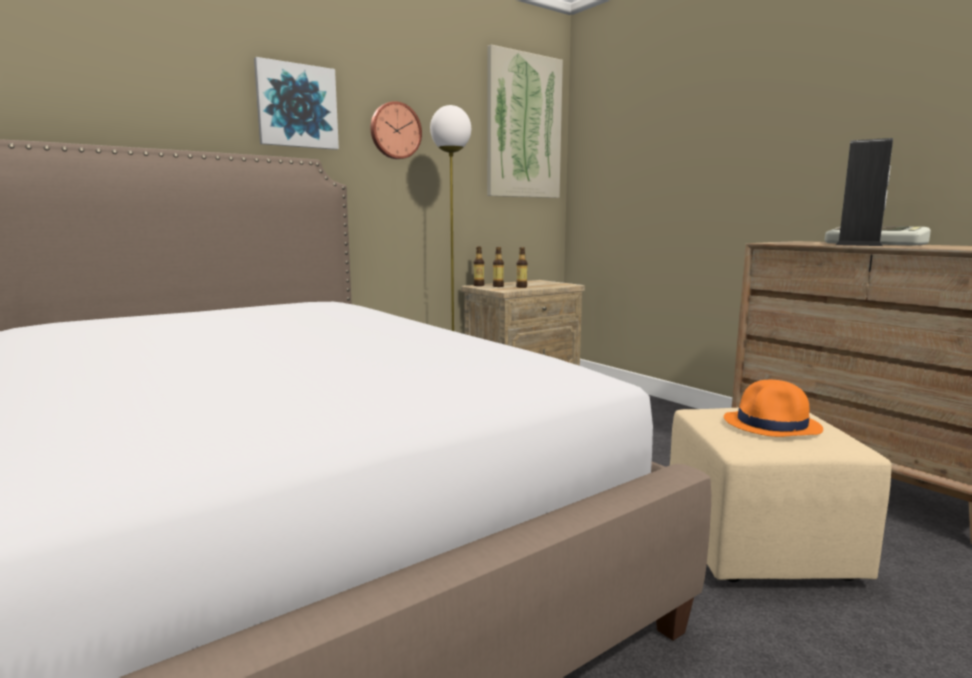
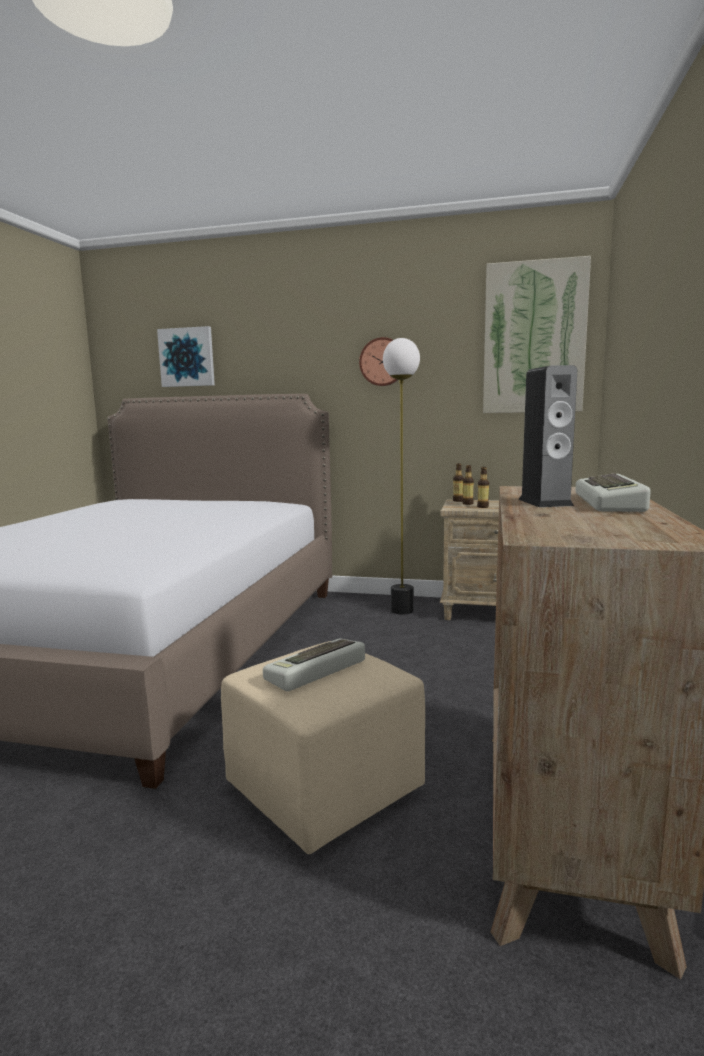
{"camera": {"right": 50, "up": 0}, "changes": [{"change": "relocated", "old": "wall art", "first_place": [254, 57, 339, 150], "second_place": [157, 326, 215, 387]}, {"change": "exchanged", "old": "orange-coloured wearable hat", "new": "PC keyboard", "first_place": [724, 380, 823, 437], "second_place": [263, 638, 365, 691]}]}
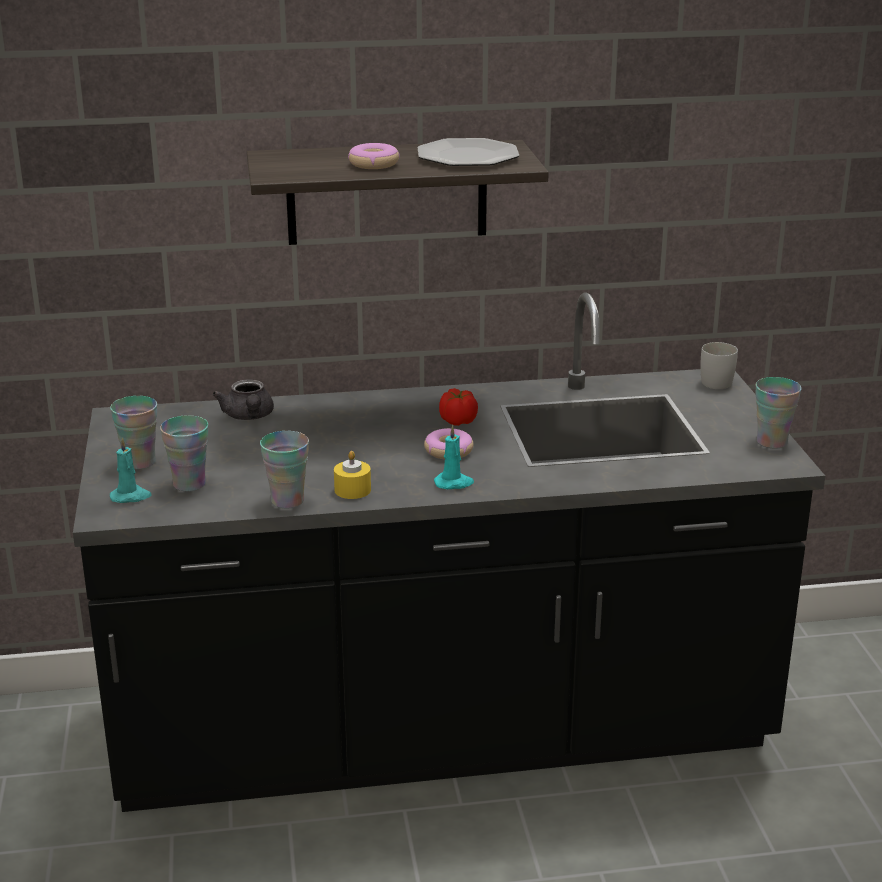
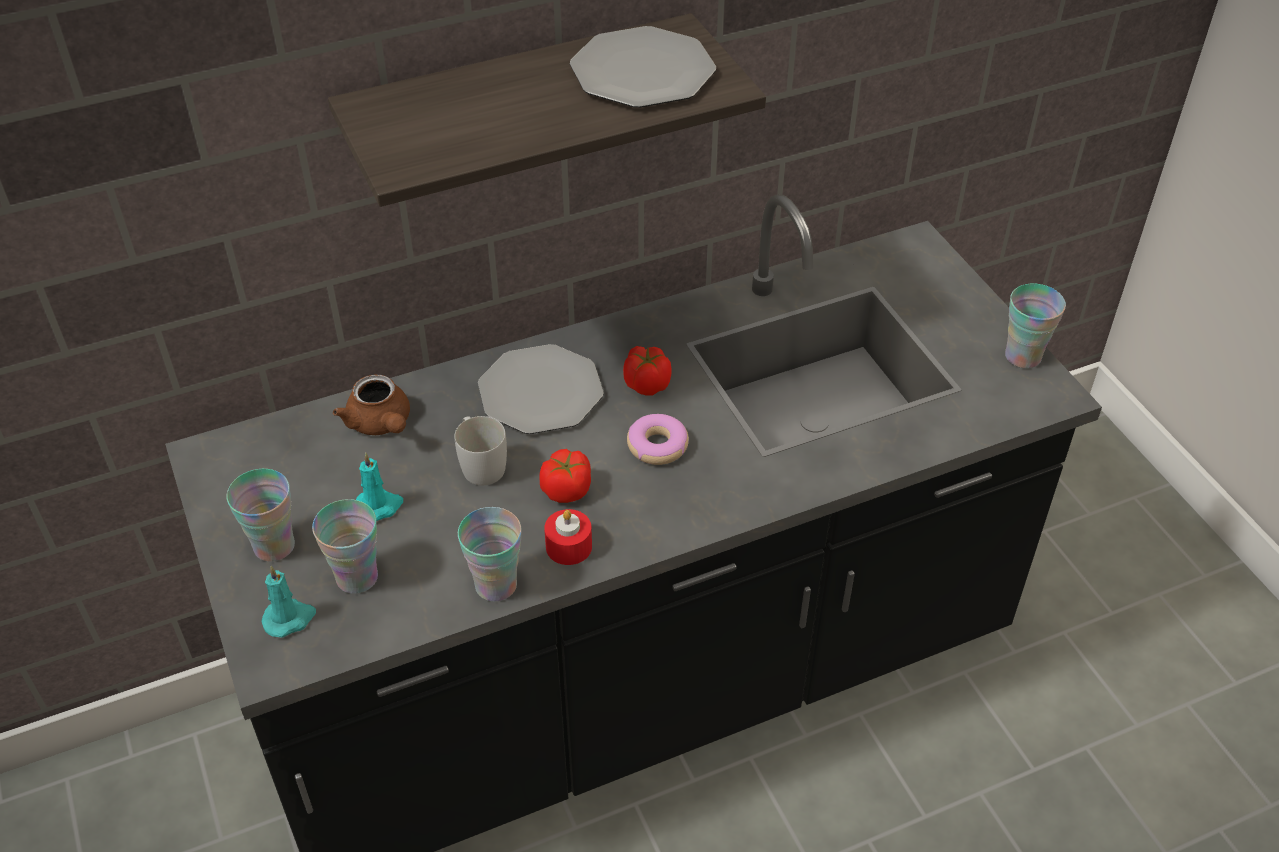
{"camera": {"right": -15, "up": 20}, "changes": [{"change": "missing", "old": "ring doughnut", "first_place": [348, 143, 400, 169]}, {"change": "appeared", "new": "dinner plate", "second_place": [478, 344, 604, 434]}, {"change": "appeared", "new": "fresh tomato", "second_place": [540, 449, 591, 503]}, {"change": "relocated", "old": "blue-green wax candle", "first_place": [434, 425, 474, 489], "second_place": [356, 453, 403, 521]}, {"change": "relocated", "old": "whitish mug", "first_place": [701, 342, 738, 389], "second_place": [455, 416, 507, 485]}, {"change": "colour", "old": "greyish teapot", "new": "brown-coloured teapot", "first_place": [212, 379, 274, 420], "second_place": [333, 374, 410, 435]}, {"change": "colour", "old": "yellow wax candle", "new": "red-coloured wax candle", "first_place": [334, 451, 371, 499], "second_place": [544, 509, 592, 565]}]}
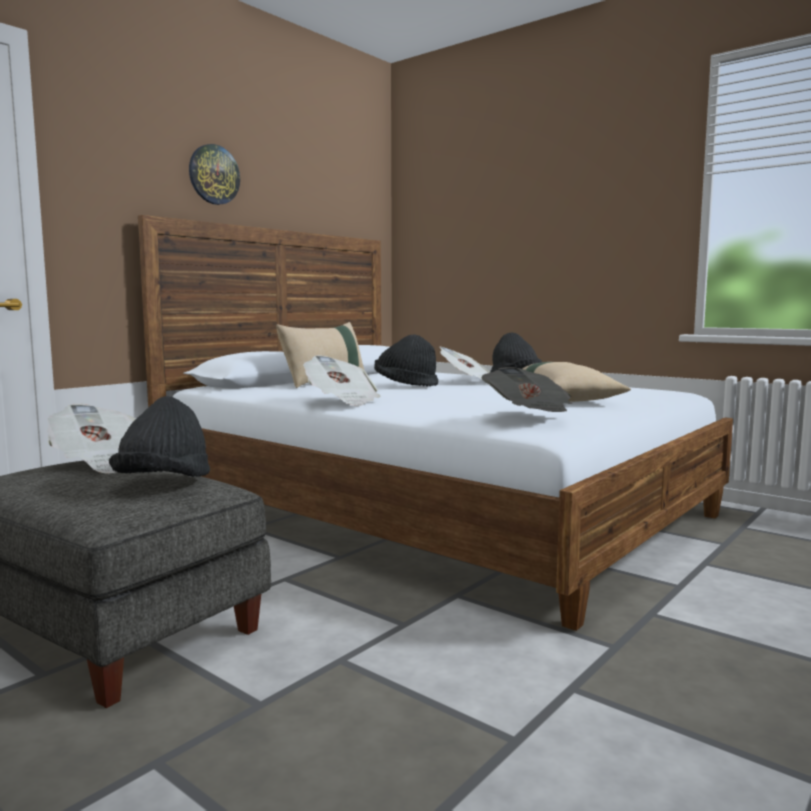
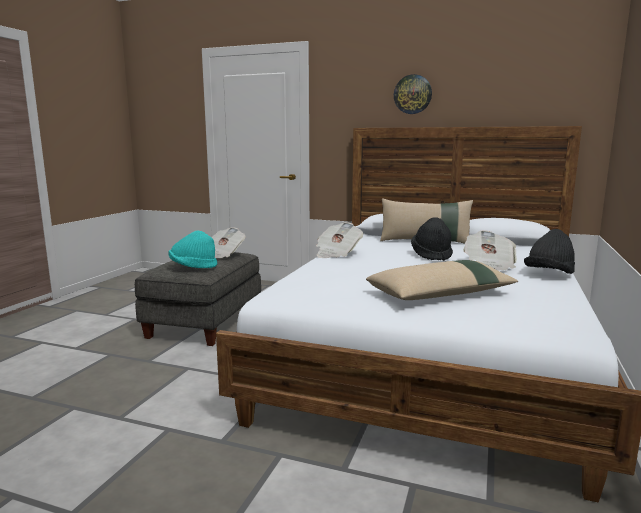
{"camera": {"right": 70, "up": 5}, "changes": [{"change": "missing", "old": "printed paper", "first_place": [481, 367, 572, 412]}, {"change": "colour", "old": "blackish wearable hat", "new": "blue-green wearable hat", "first_place": [109, 396, 210, 477], "second_place": [169, 230, 217, 268]}]}
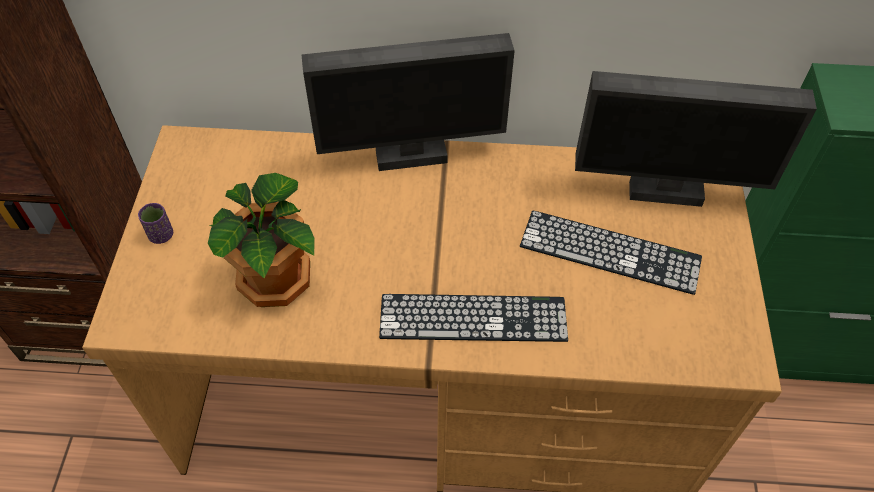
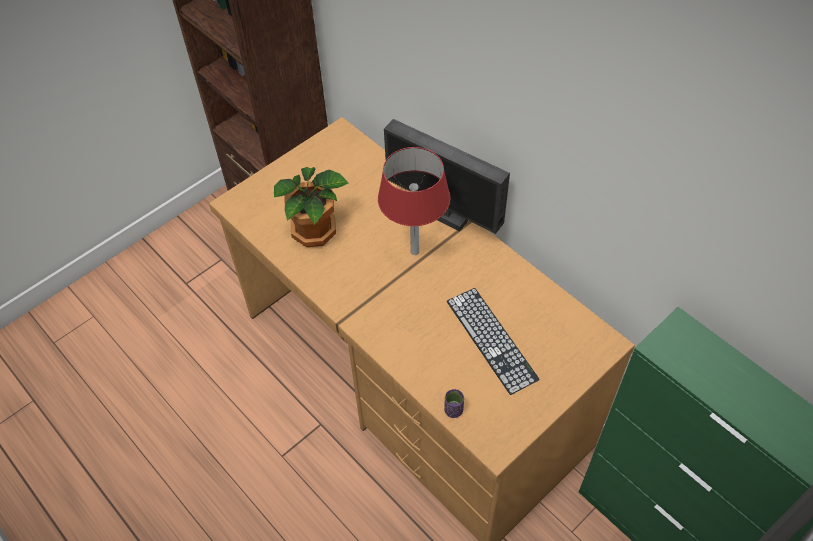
{"camera": {"right": 45, "up": 0}, "changes": [{"change": "missing", "old": "PC keyboard", "first_place": [379, 294, 568, 342]}, {"change": "missing", "old": "monitor", "first_place": [575, 71, 817, 207]}, {"change": "appeared", "new": "red-coloured table lamp", "second_place": [378, 147, 450, 255]}, {"change": "relocated", "old": "purple-coloured drinking cup", "first_place": [138, 203, 173, 244], "second_place": [444, 389, 464, 418]}]}
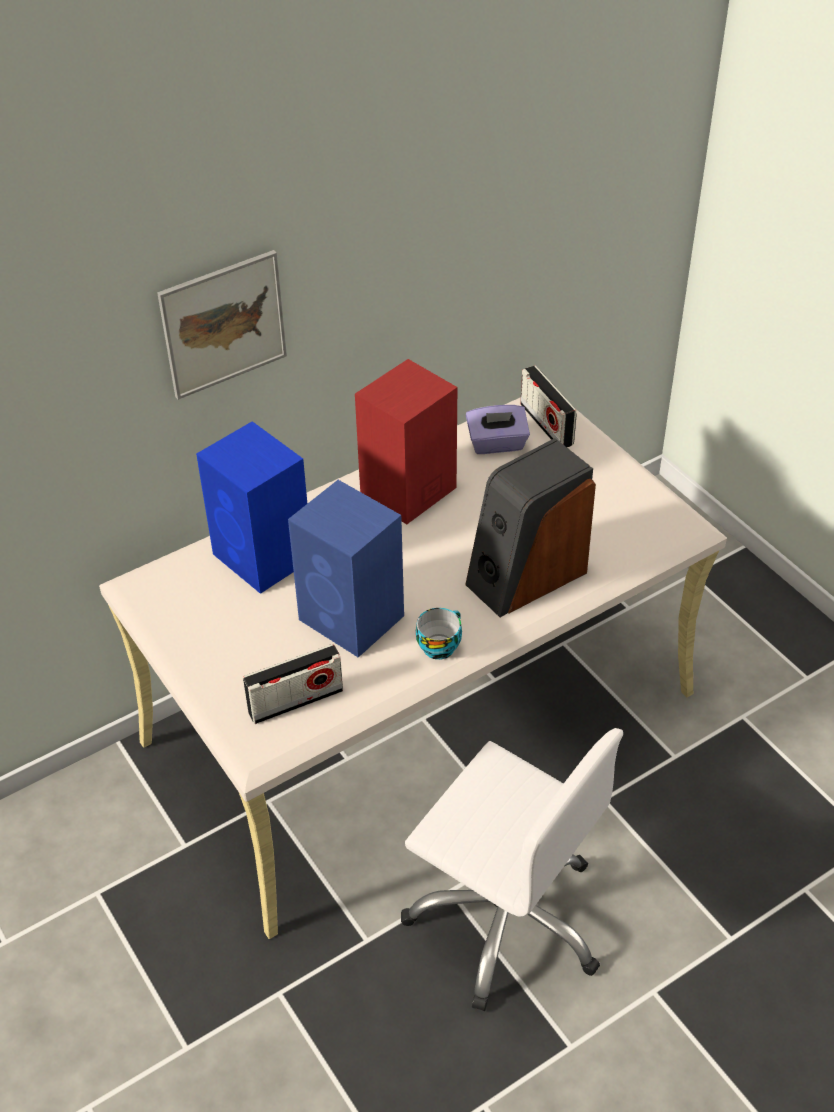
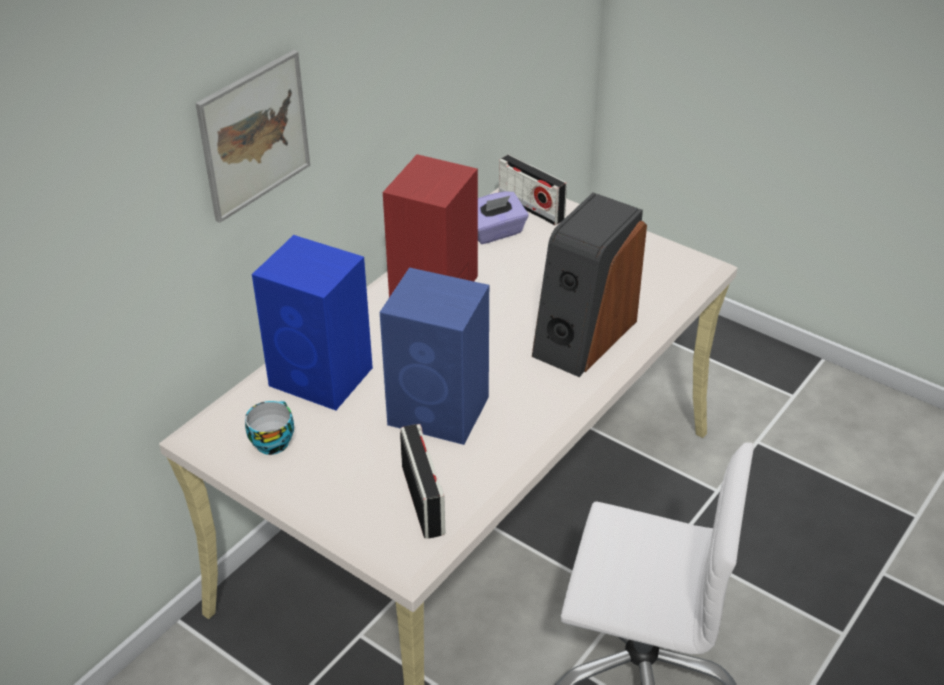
{"camera": {"right": -20, "up": -5}, "changes": [{"change": "relocated", "old": "drinking cup", "first_place": [416, 608, 462, 660], "second_place": [245, 401, 294, 455]}, {"change": "spun", "old": "radio set", "first_place": [243, 644, 343, 724], "second_place": [400, 424, 445, 539], "degrees": -60}]}
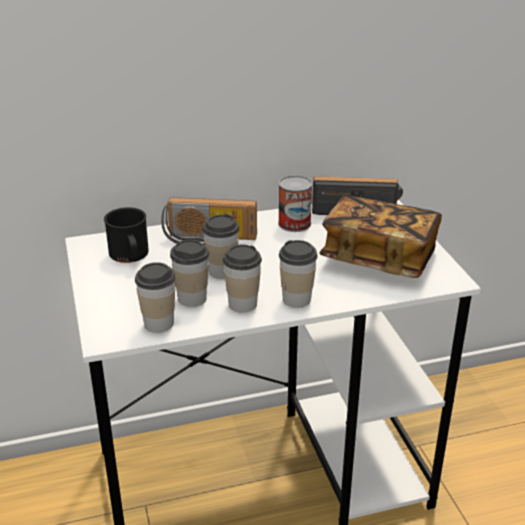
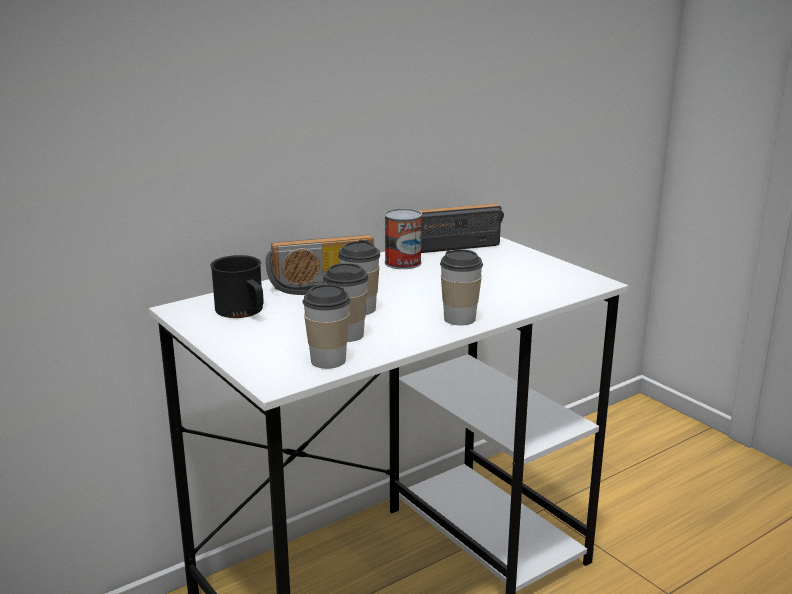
{"camera": {"right": -20, "up": -10}, "changes": [{"change": "missing", "old": "drinking cup", "first_place": [222, 244, 262, 313]}, {"change": "missing", "old": "volume", "first_place": [319, 195, 442, 278]}]}
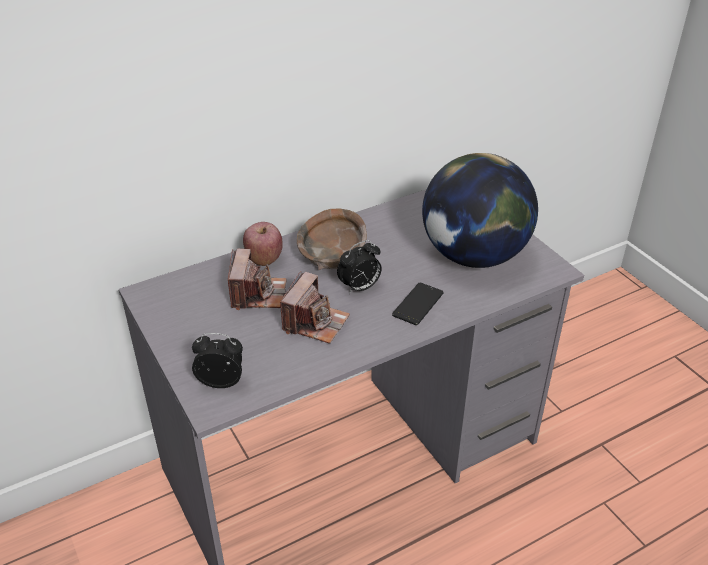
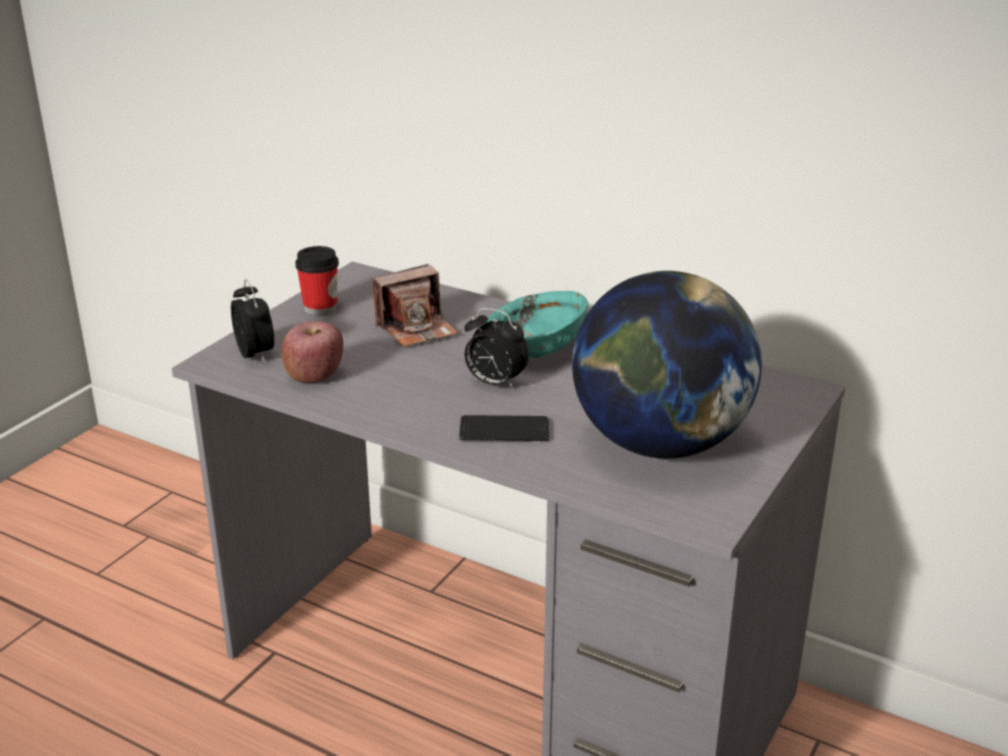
{"camera": {"right": 60, "up": -10}, "changes": [{"change": "missing", "old": "still camera", "first_place": [280, 271, 350, 344]}, {"change": "appeared", "new": "drinking cup", "second_place": [295, 246, 339, 315]}, {"change": "relocated", "old": "apple", "first_place": [243, 222, 283, 266], "second_place": [281, 322, 343, 383]}, {"change": "colour", "old": "brown-coloured serving bowl", "new": "blue-green serving bowl", "first_place": [297, 209, 367, 270], "second_place": [487, 291, 588, 358]}]}
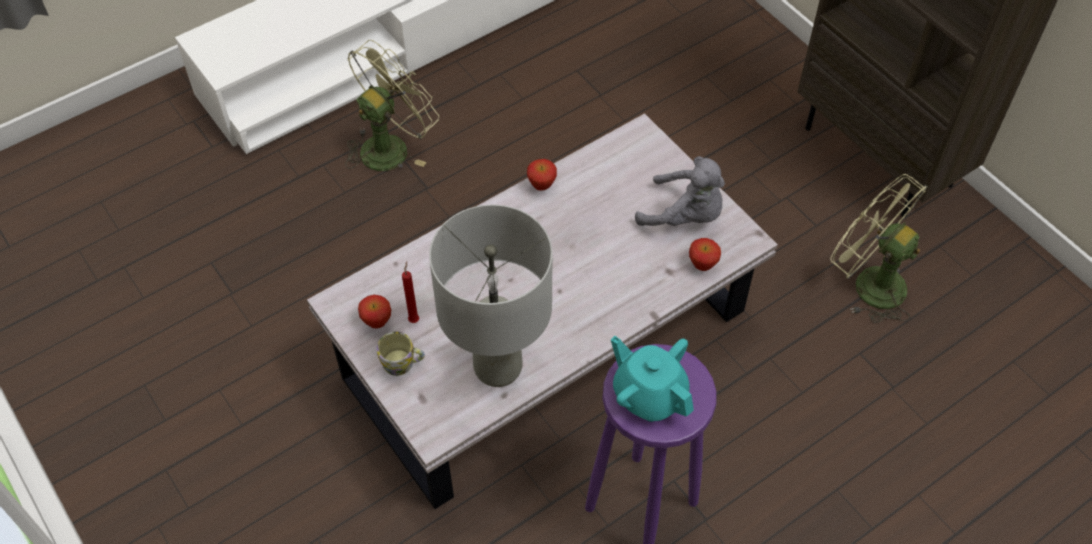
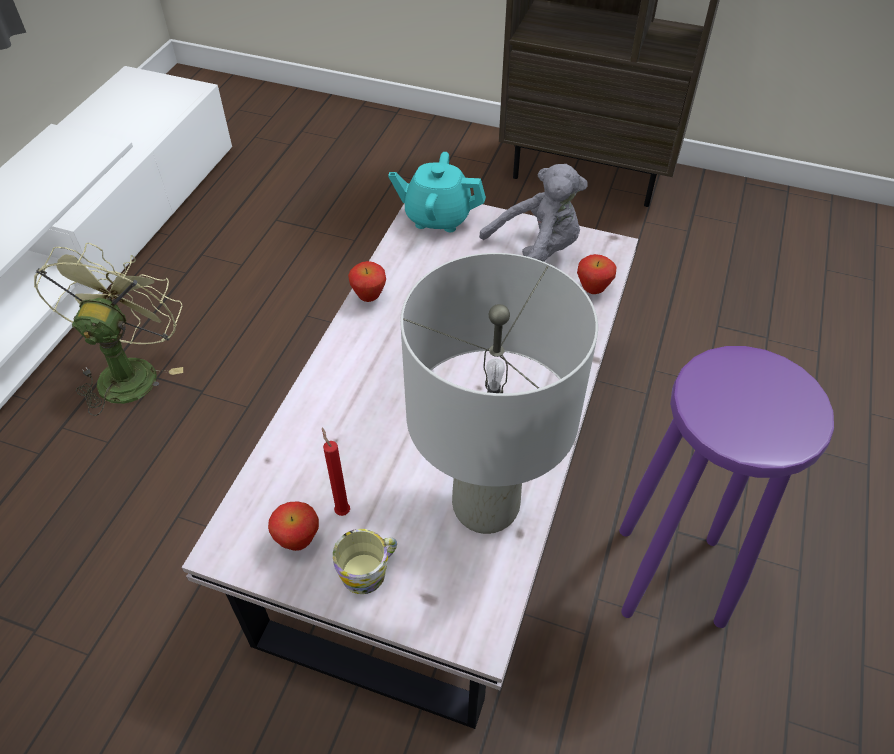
{"camera": {"right": -35, "up": -5}, "changes": [{"change": "missing", "old": "green fan", "first_place": [831, 174, 928, 323]}, {"change": "relocated", "old": "blue-green teapot", "first_place": [611, 336, 694, 422], "second_place": [388, 152, 486, 232]}]}
